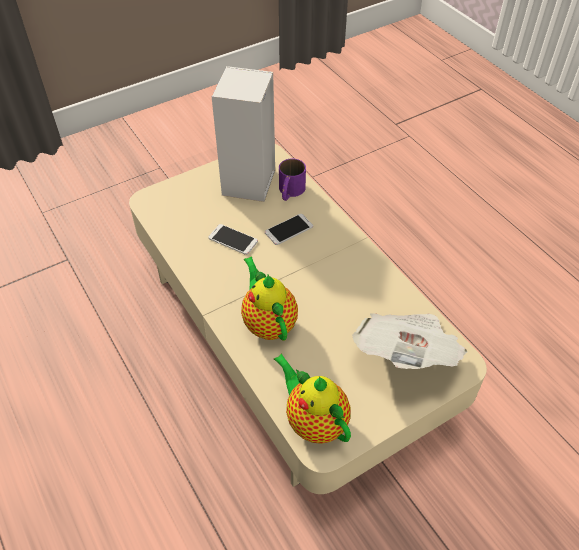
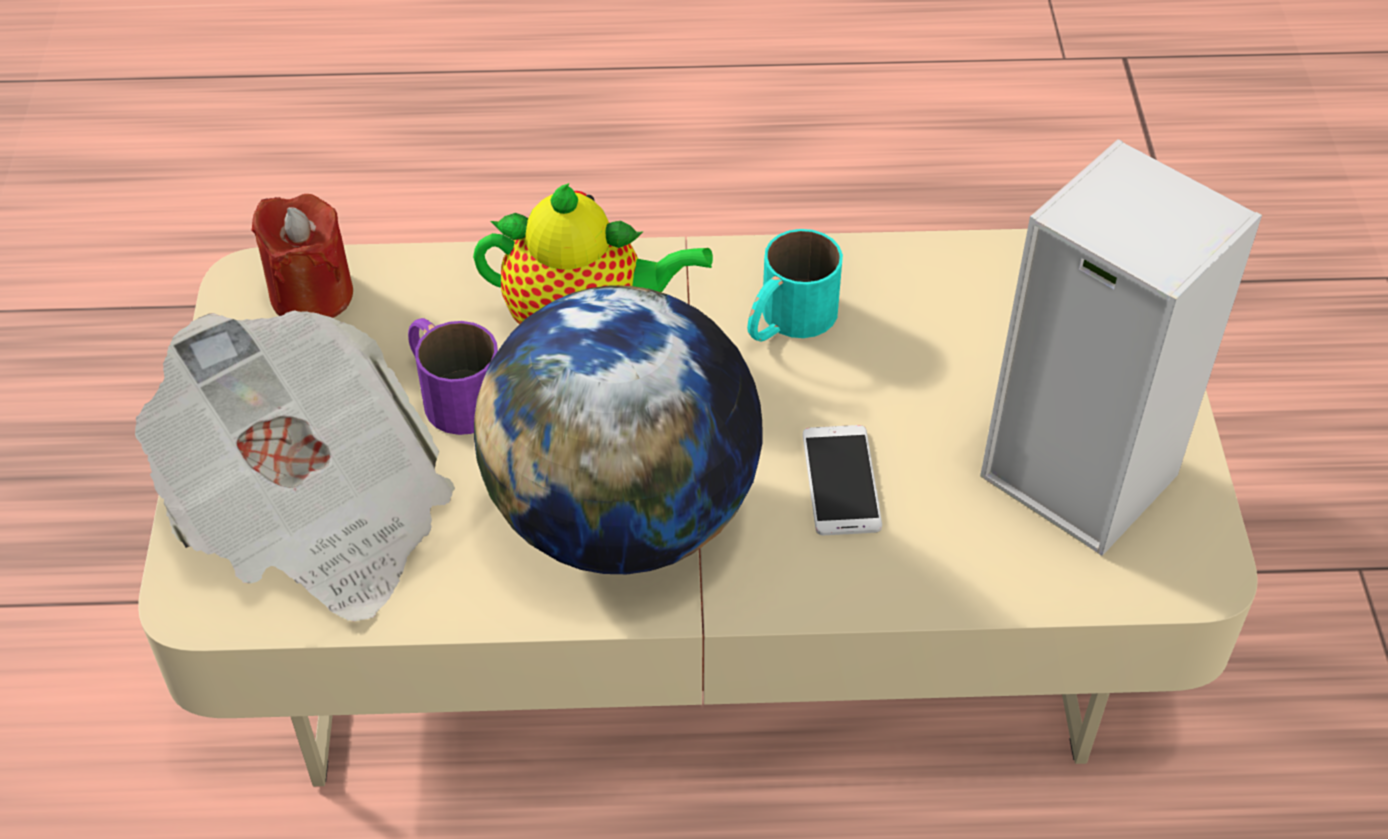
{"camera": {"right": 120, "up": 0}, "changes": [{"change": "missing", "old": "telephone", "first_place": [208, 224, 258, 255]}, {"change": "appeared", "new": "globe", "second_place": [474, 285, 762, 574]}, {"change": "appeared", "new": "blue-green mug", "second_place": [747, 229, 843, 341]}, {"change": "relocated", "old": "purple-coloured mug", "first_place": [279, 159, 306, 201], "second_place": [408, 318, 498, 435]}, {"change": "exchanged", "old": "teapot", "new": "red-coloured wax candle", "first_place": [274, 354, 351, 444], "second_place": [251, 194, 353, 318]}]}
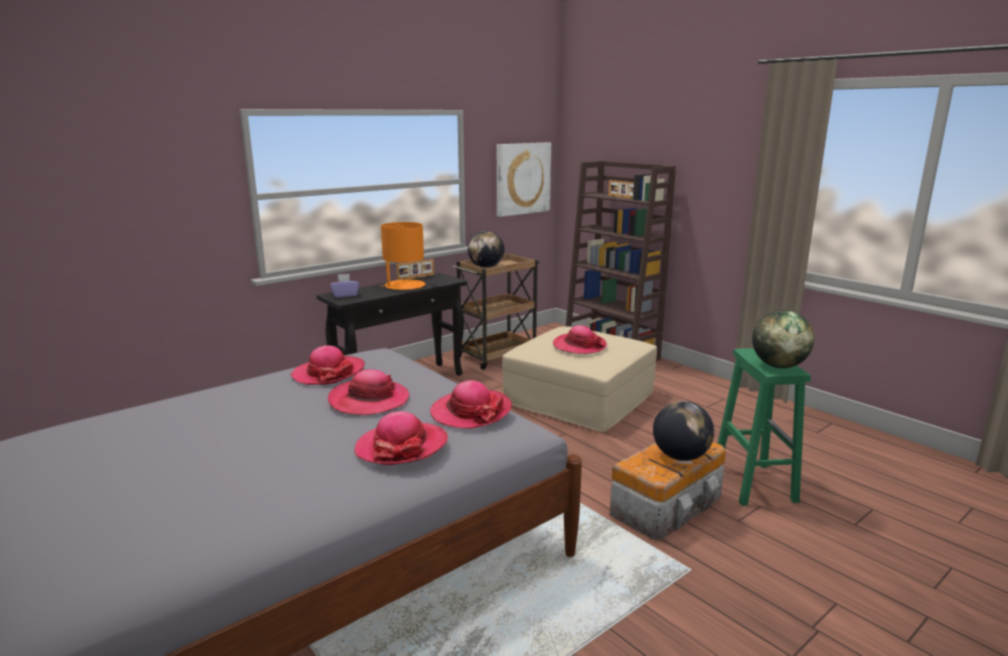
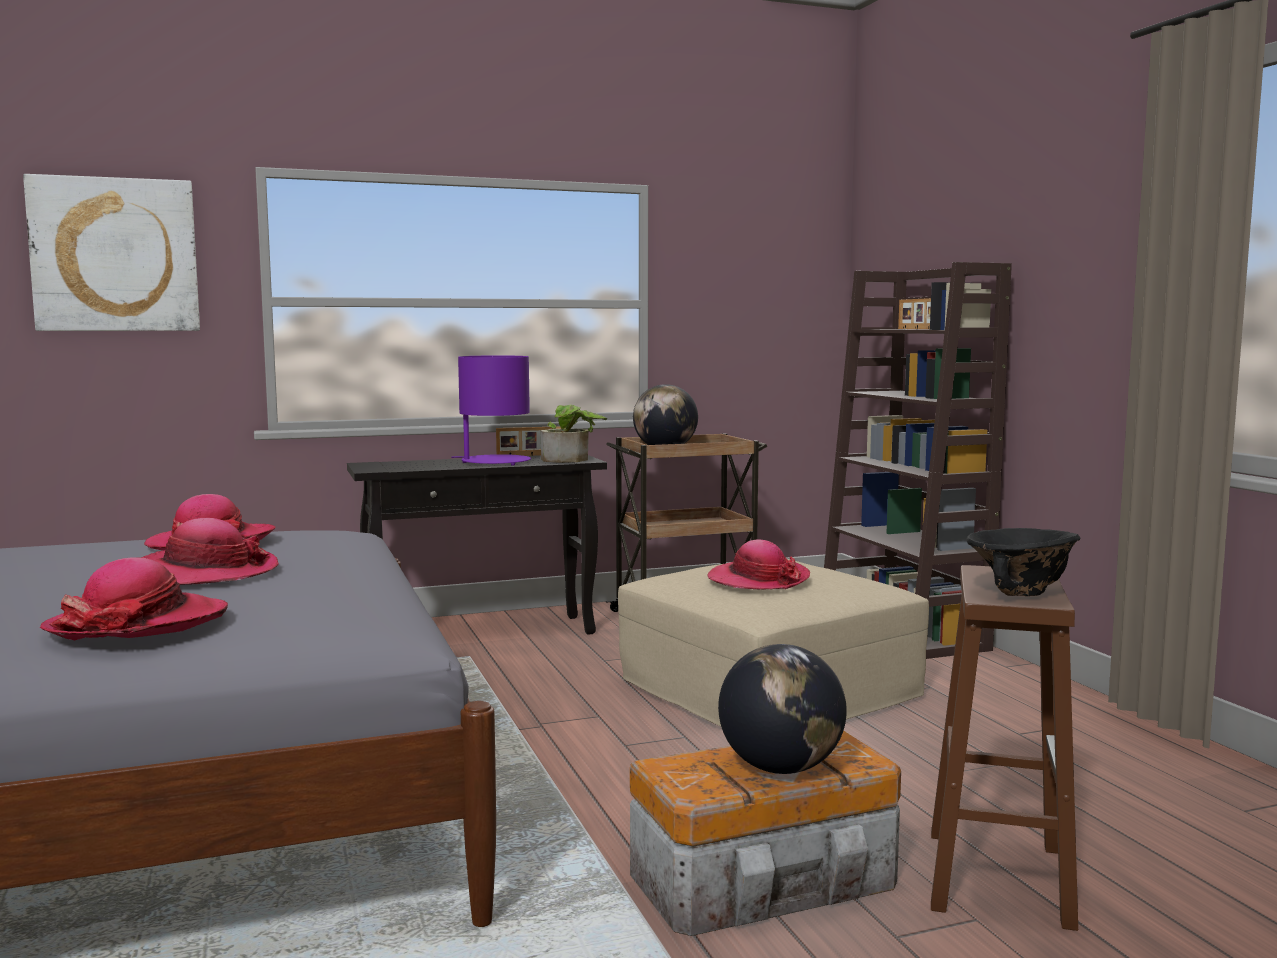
{"camera": {"right": 20, "up": -10}, "changes": [{"change": "missing", "old": "purple-coloured tissue box", "first_place": [330, 274, 359, 297]}, {"change": "missing", "old": "wearable hat", "first_place": [430, 380, 512, 429]}, {"change": "appeared", "new": "houseplant", "second_place": [541, 405, 607, 463]}, {"change": "relocated", "old": "wall art", "first_place": [497, 142, 551, 217], "second_place": [23, 174, 200, 331]}, {"change": "exchanged", "old": "globe", "new": "blackish serving bowl", "first_place": [752, 310, 814, 368], "second_place": [966, 528, 1081, 596]}, {"change": "colour", "old": "orange-coloured table lamp", "new": "purple-coloured table lamp", "first_place": [380, 222, 425, 290], "second_place": [451, 355, 531, 465]}, {"change": "colour", "old": "green sitting stool", "new": "brown-coloured sitting stool", "first_place": [717, 348, 811, 506], "second_place": [931, 565, 1078, 931]}]}
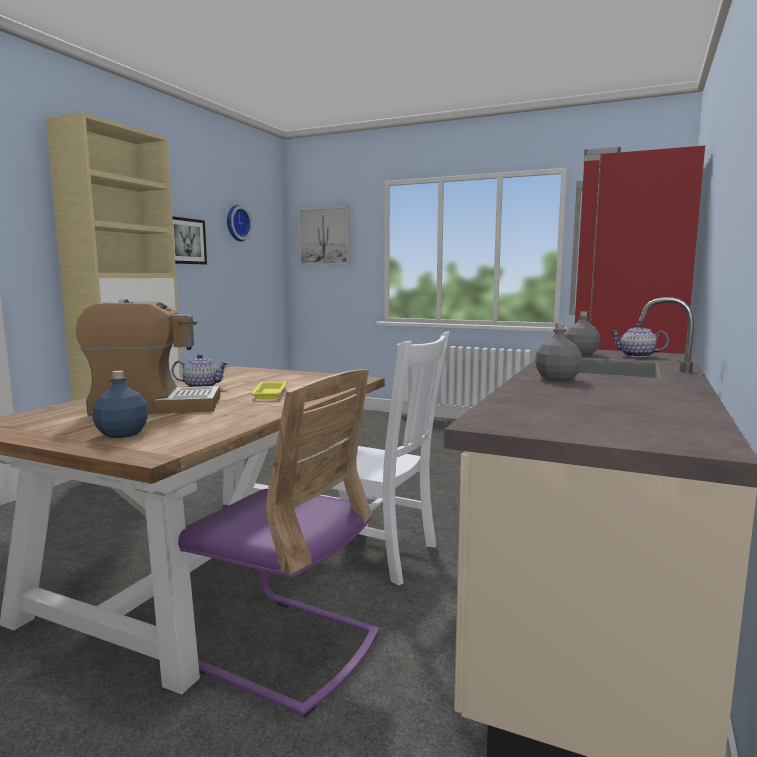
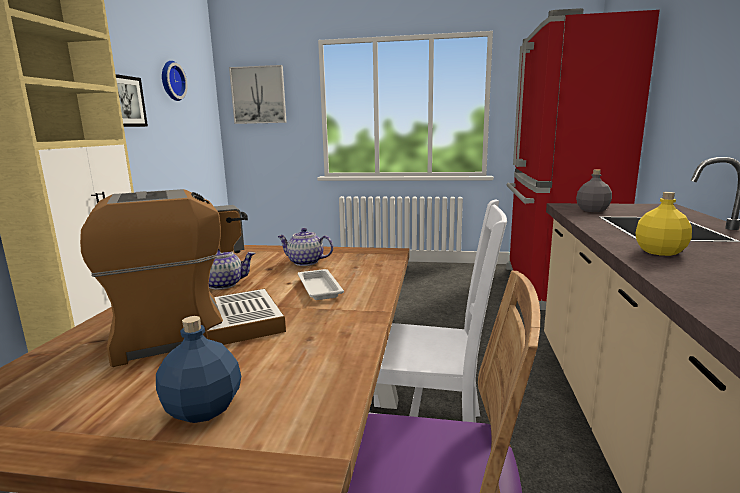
{"camera": {"right": -15, "up": 5}, "changes": [{"change": "relocated", "old": "teapot", "first_place": [610, 324, 669, 357], "second_place": [277, 228, 333, 266]}, {"change": "colour", "old": "yellow serving tray", "new": "whitish serving tray", "first_place": [251, 382, 287, 399], "second_place": [298, 269, 344, 300]}, {"change": "colour", "old": "greyish drink bottle", "new": "yellow drink bottle", "first_place": [535, 323, 582, 381], "second_place": [635, 192, 692, 256]}]}
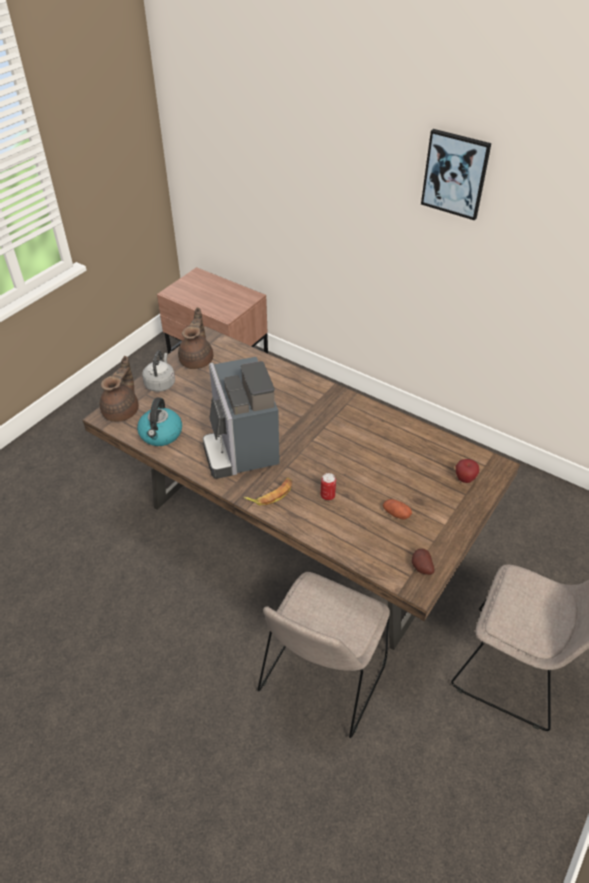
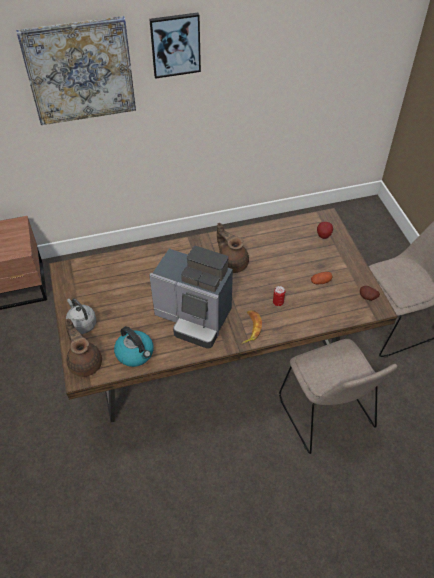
{"camera": {"right": -50, "up": 5}, "changes": [{"change": "appeared", "new": "wall art", "second_place": [16, 16, 136, 125]}, {"change": "relocated", "old": "brown-coloured teapot", "first_place": [178, 307, 213, 369], "second_place": [217, 223, 249, 273]}]}
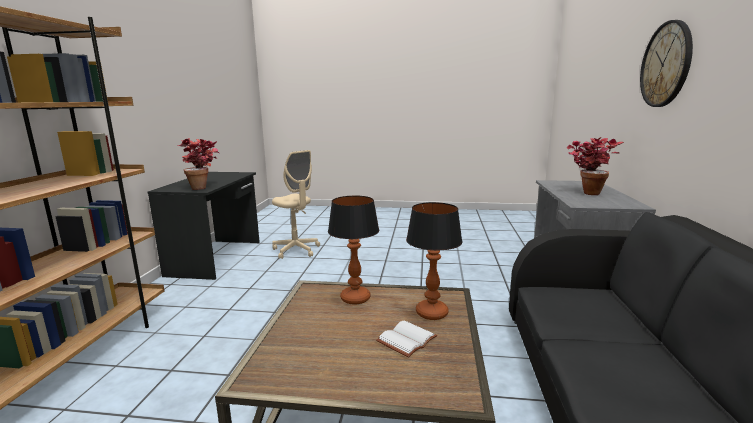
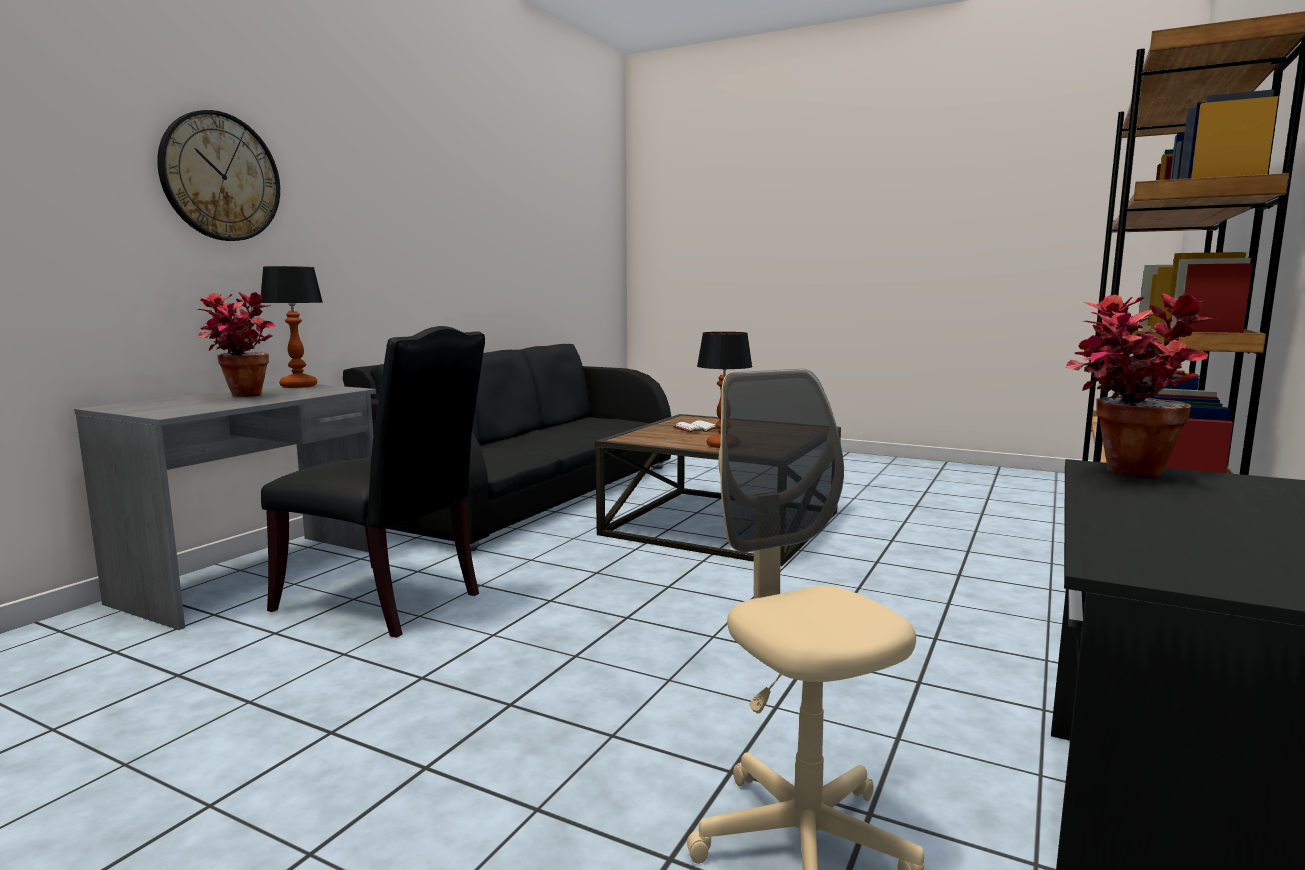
{"camera": {"right": -160, "up": -5}, "changes": [{"change": "appeared", "new": "blackish chair", "second_place": [261, 326, 485, 638]}, {"change": "relocated", "old": "table lamp", "first_place": [406, 202, 462, 320], "second_place": [261, 266, 323, 388]}]}
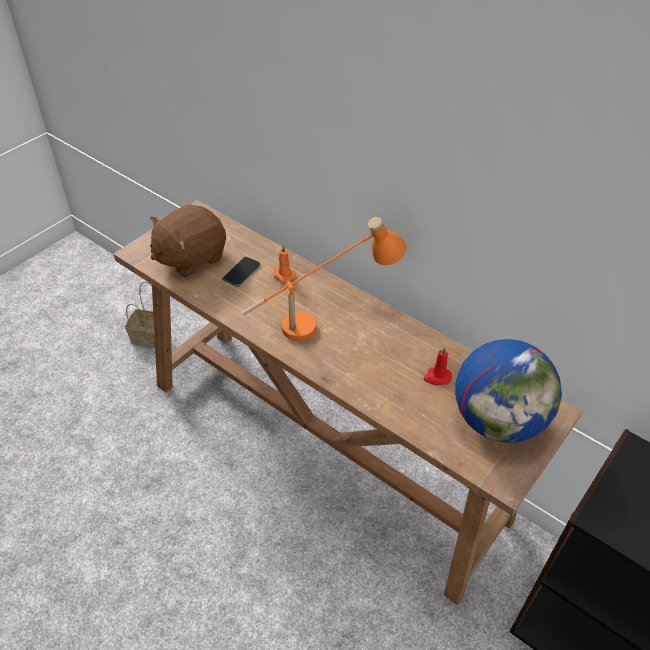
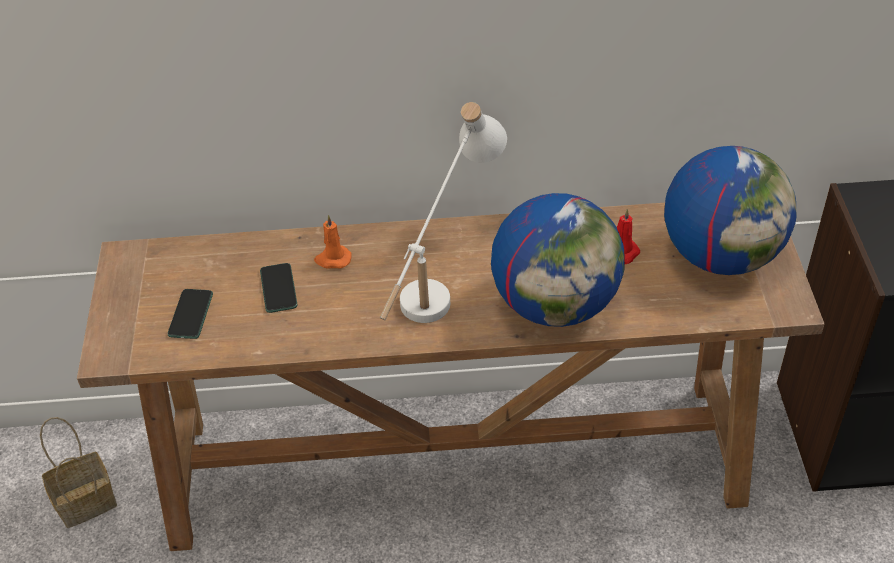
{"camera": {"right": -40, "up": 0}, "changes": [{"change": "appeared", "new": "globe", "second_place": [491, 193, 625, 327]}, {"change": "exchanged", "old": "brown-coloured soft toy", "new": "telephone", "first_place": [150, 204, 226, 278], "second_place": [168, 289, 213, 339]}, {"change": "colour", "old": "orange-coloured table lamp", "new": "whitish table lamp", "first_place": [242, 217, 406, 341], "second_place": [380, 102, 507, 323]}]}
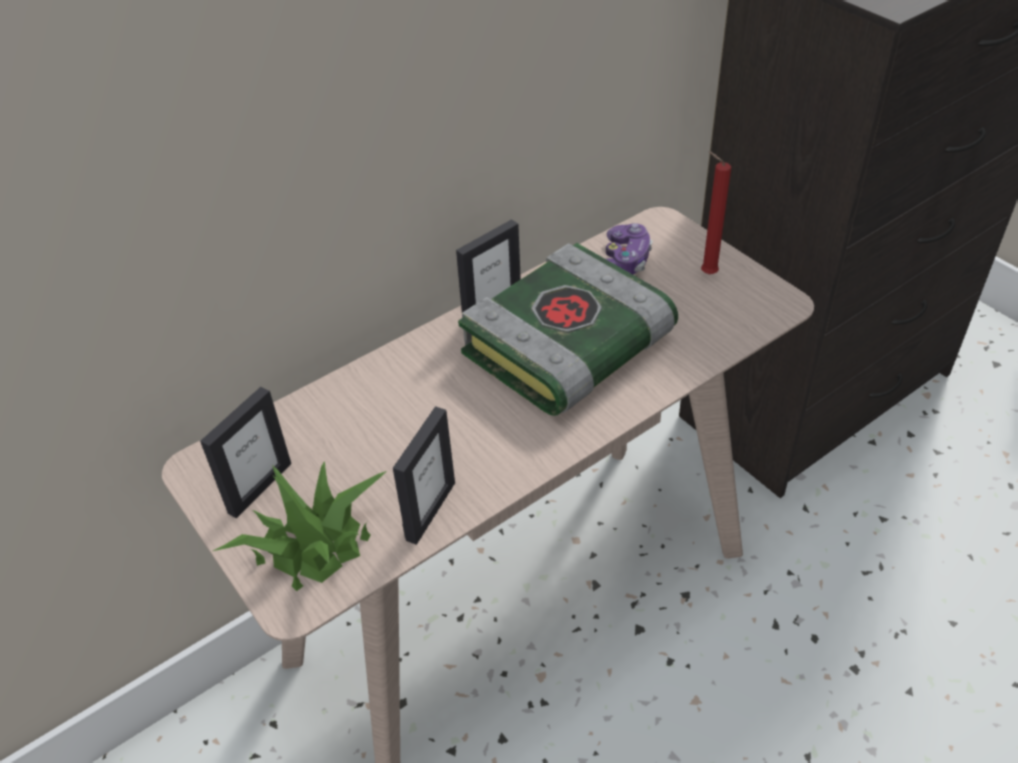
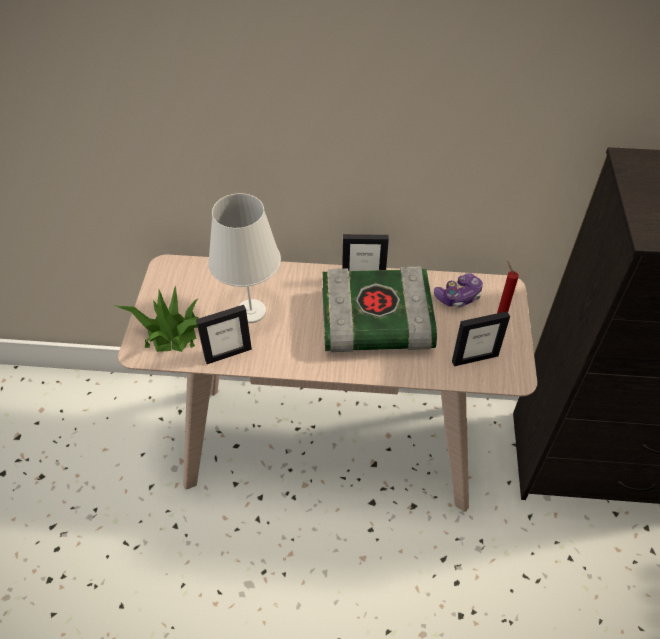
{"camera": {"right": 40, "up": 5}, "changes": [{"change": "appeared", "new": "whitish table lamp", "second_place": [208, 193, 281, 323]}, {"change": "relocated", "old": "photo frame", "first_place": [200, 387, 291, 518], "second_place": [452, 311, 510, 366]}]}
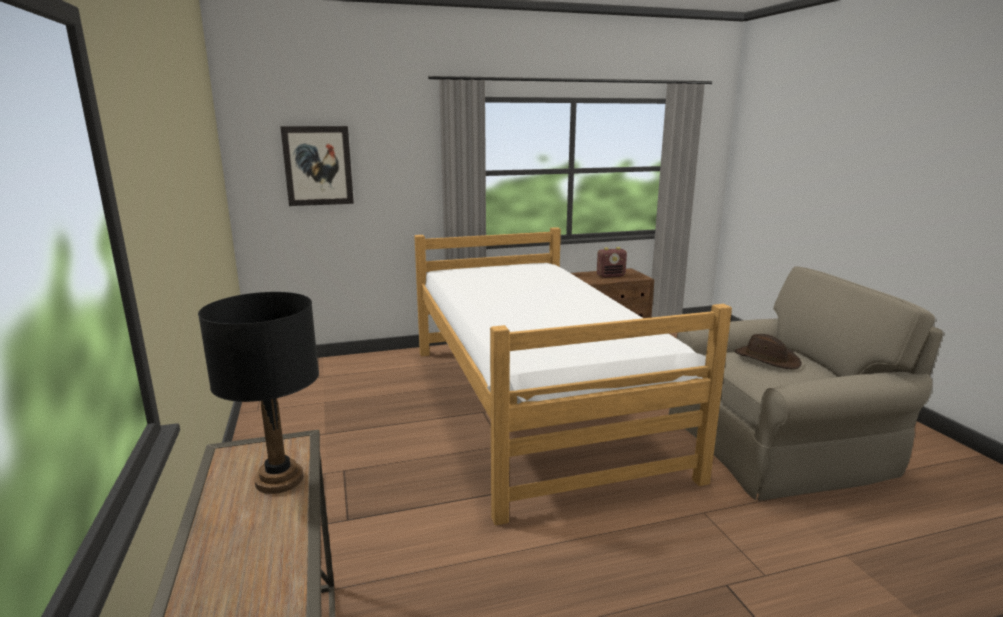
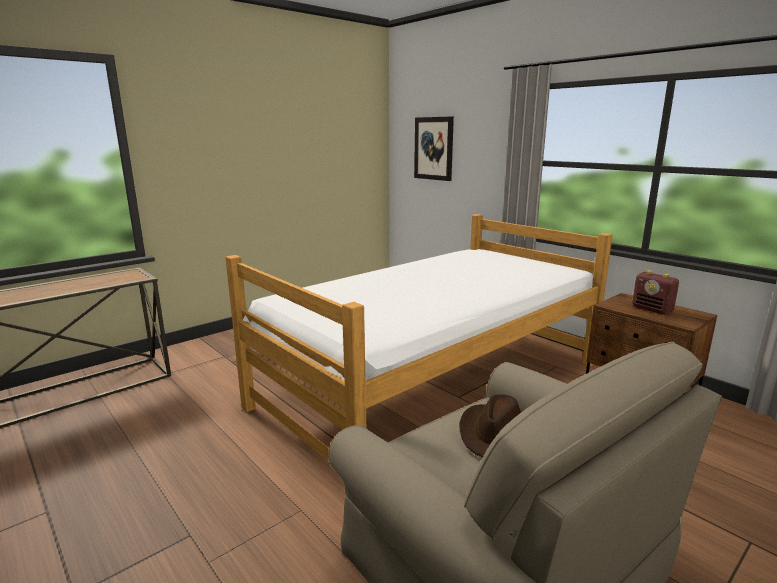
{"camera": {"right": 65, "up": 0}, "changes": [{"change": "missing", "old": "blackish table lamp", "first_place": [198, 292, 319, 494]}]}
